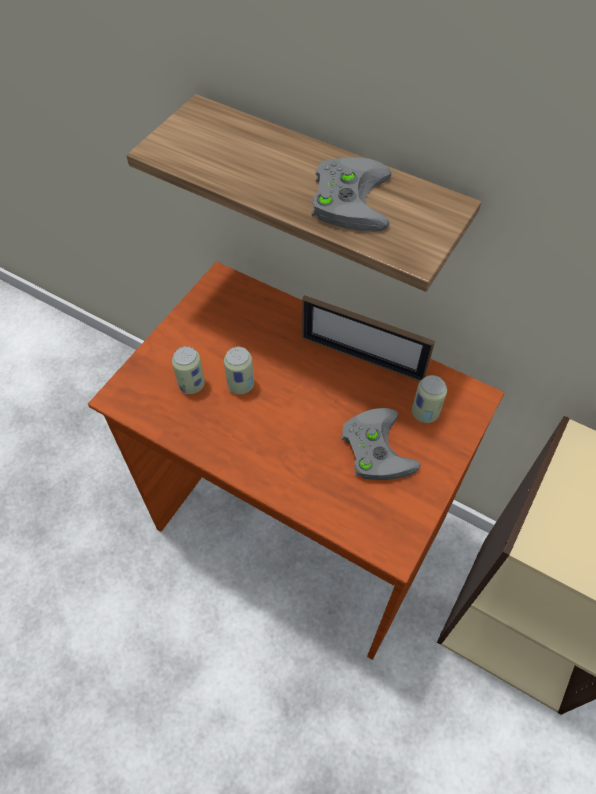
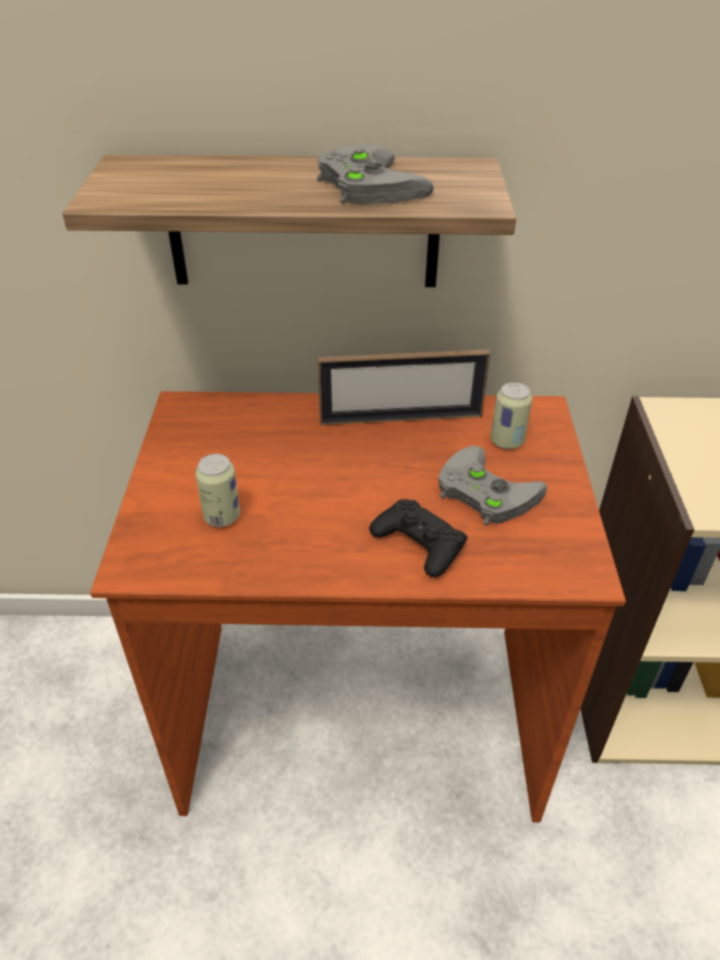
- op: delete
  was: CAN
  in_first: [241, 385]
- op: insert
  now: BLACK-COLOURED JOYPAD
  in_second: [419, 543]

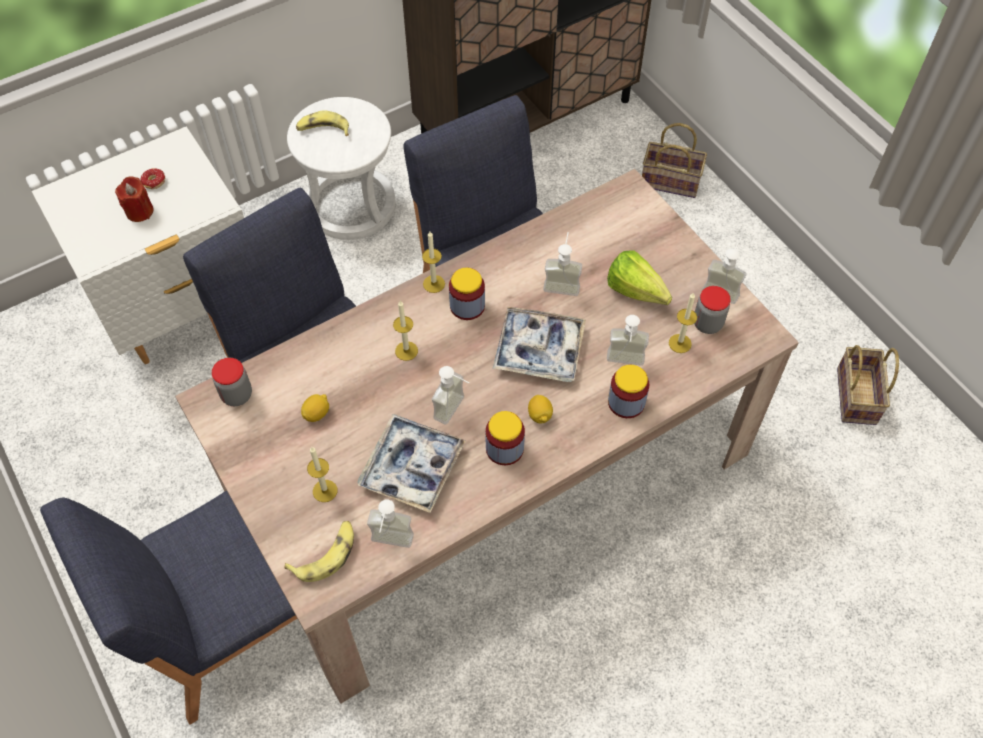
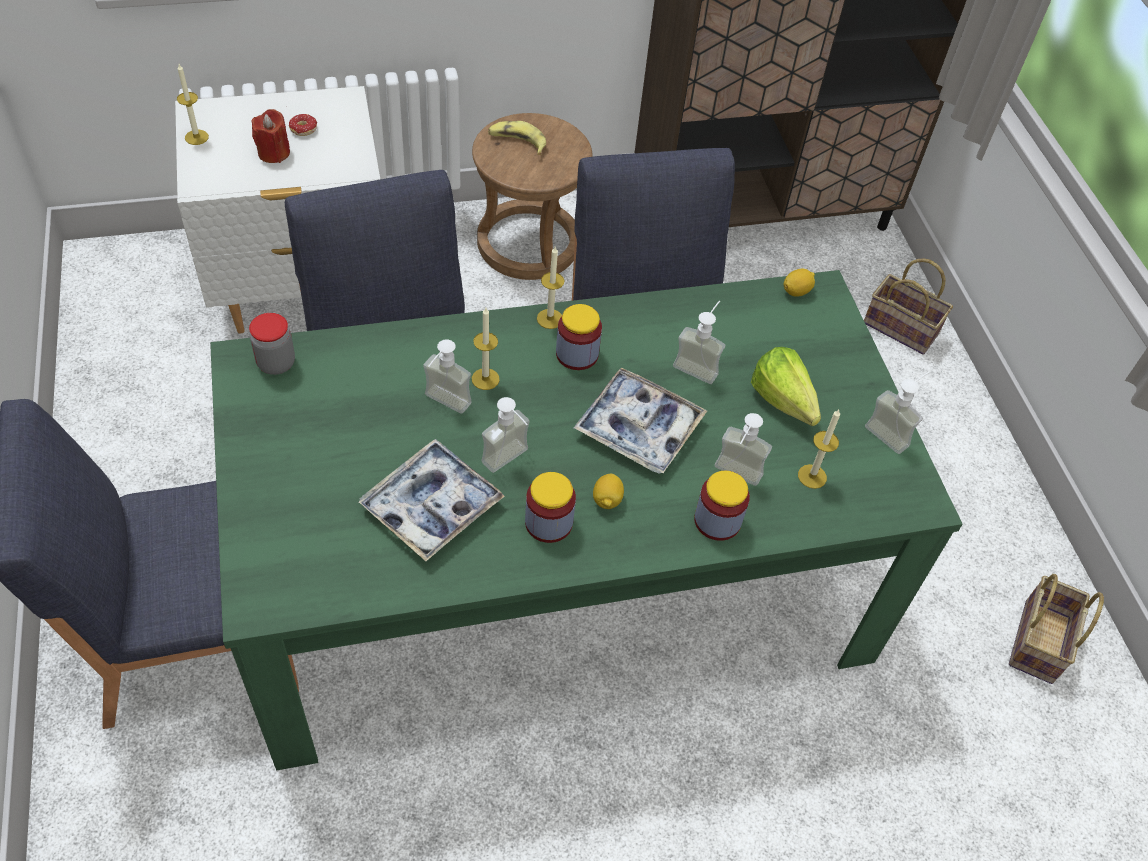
- op: recolor
  was: SAND-COLOURED DINING TABLE
  now: GREENISH DINING TABLE
  in_first: [492, 479]
  in_second: [558, 582]
- op: delete
  was: BANANA FRUIT
  in_first: [326, 554]
- op: recolor
  was: WHITISH STOOL SEAT
  now: BROWN-COLOURED STOOL SEAT
  in_first: [351, 205]
  in_second: [528, 243]
- op: move
  was: CITRUS FRUIT
  in_first: [317, 413]
  in_second: [796, 291]
- op: move
  was: WAX LIGHT
  in_first: [325, 491]
  in_second: [196, 137]
- op: move
  was: SOAP BOTTLE
  in_first: [390, 545]
  in_second: [442, 405]
- op: delete
  was: JAR
  in_first: [707, 324]

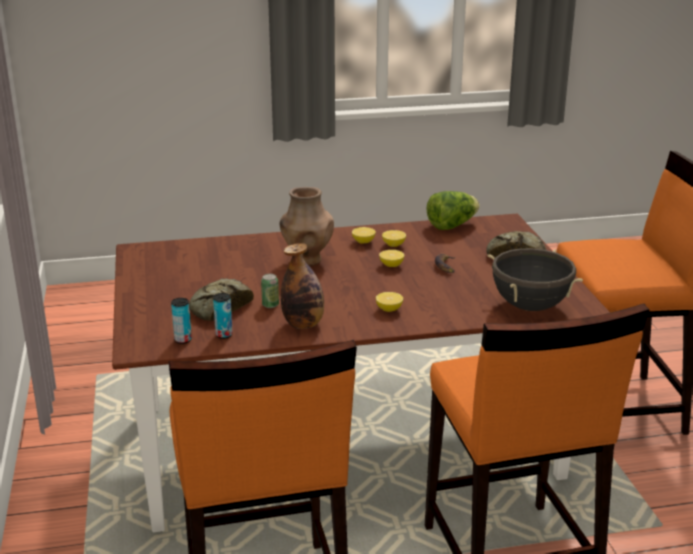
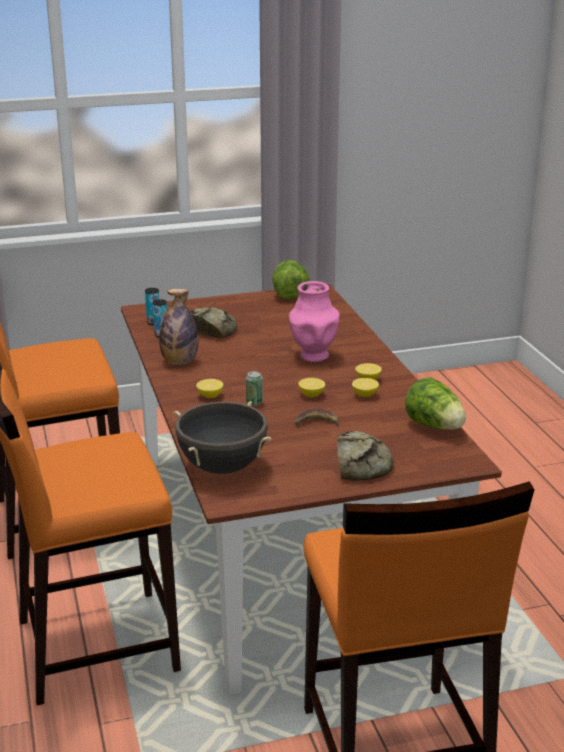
- op: move
  was: CAN
  in_first: [270, 305]
  in_second: [254, 402]
- op: recolor
  was: BROWN-COLOURED FLOWER VASE
  now: PINK FLOWER VASE
  in_first: [307, 260]
  in_second: [313, 356]
- op: insert
  now: LETTUCE
  in_second: [289, 294]

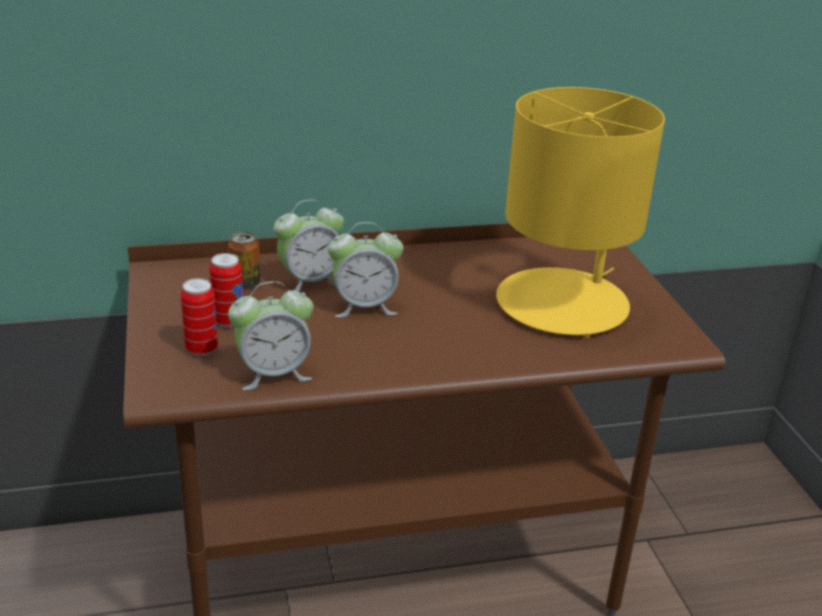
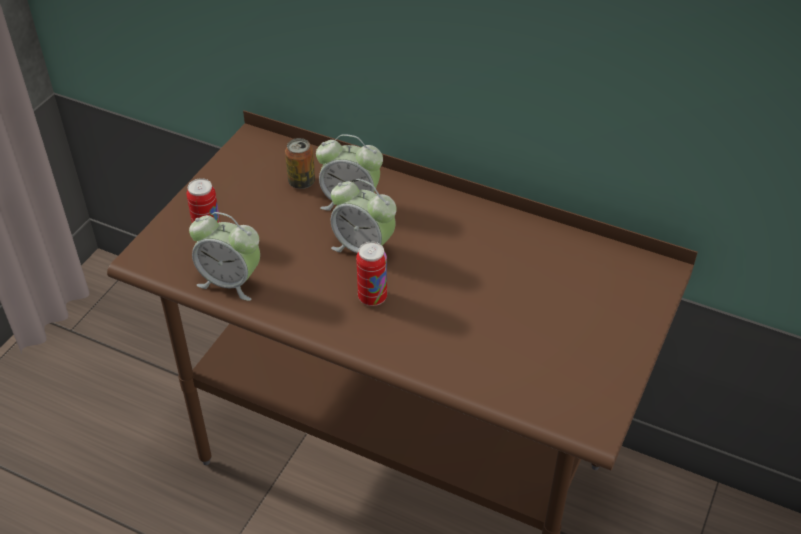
- op: move
  was: CAN
  in_first: [228, 321]
  in_second: [372, 297]
- op: delete
  was: YELLOWISH LAMP FOR A TABLE
  in_first: [563, 303]

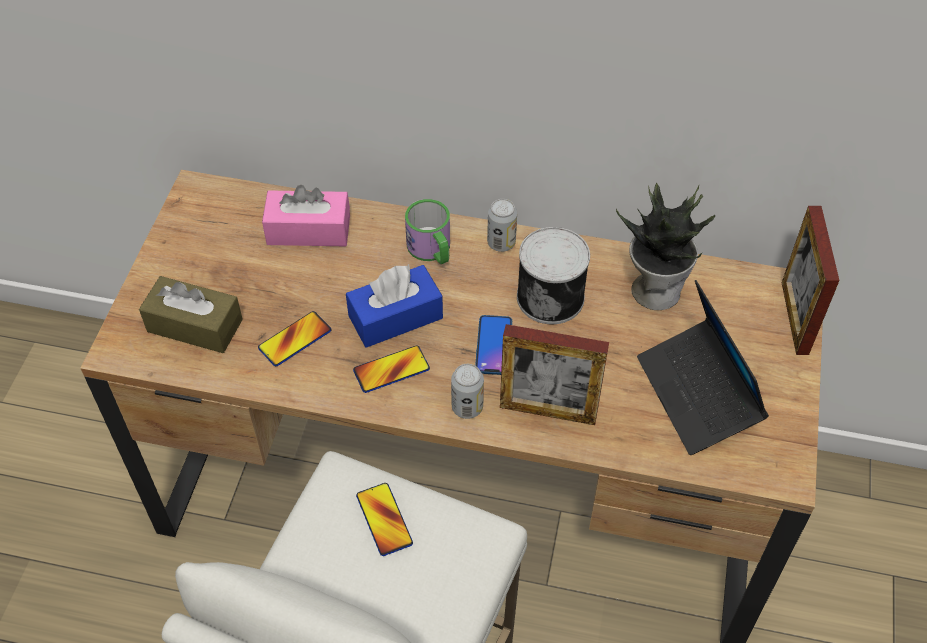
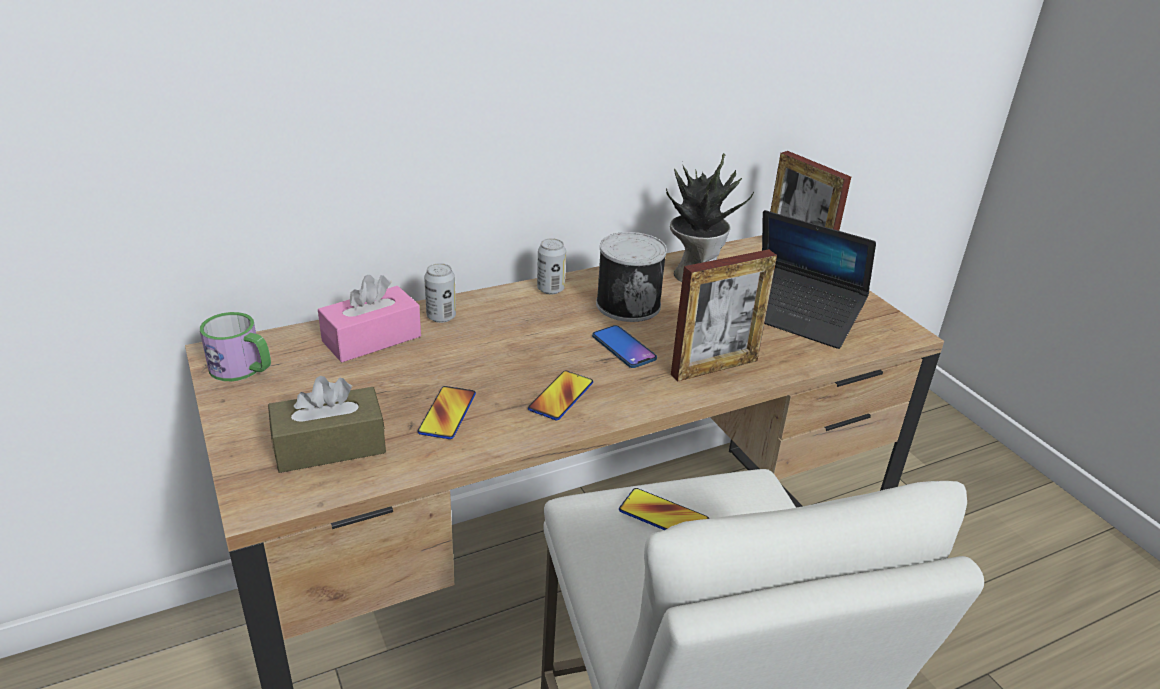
- op: delete
  was: BLUISH BOX OF TISSUES
  in_first: [395, 317]
- op: move
  was: COFFEE MUG
  in_first: [432, 250]
  in_second: [243, 369]
- op: move
  was: CAN
  in_first: [467, 407]
  in_second: [441, 317]

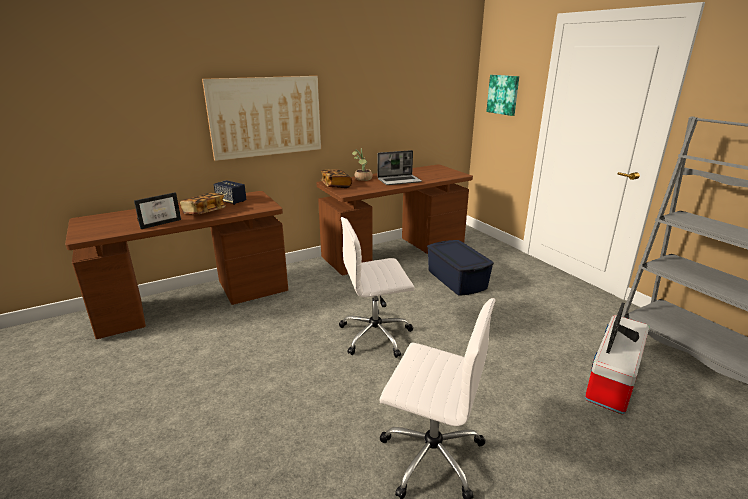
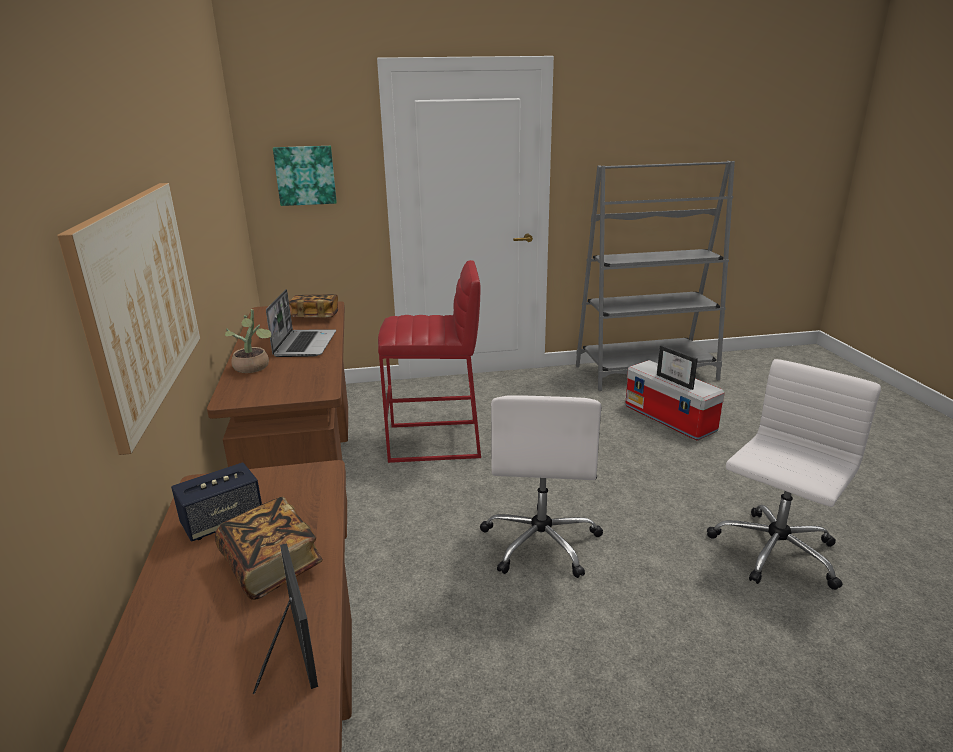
- op: move
  was: BOUND BOOK
  in_first: [336, 185]
  in_second: [315, 317]
- op: replace
  was: BLUISH STORAGE BOX
  now: RED-COLOURED STOOL SEAT
  in_first: [456, 279]
  in_second: [435, 442]

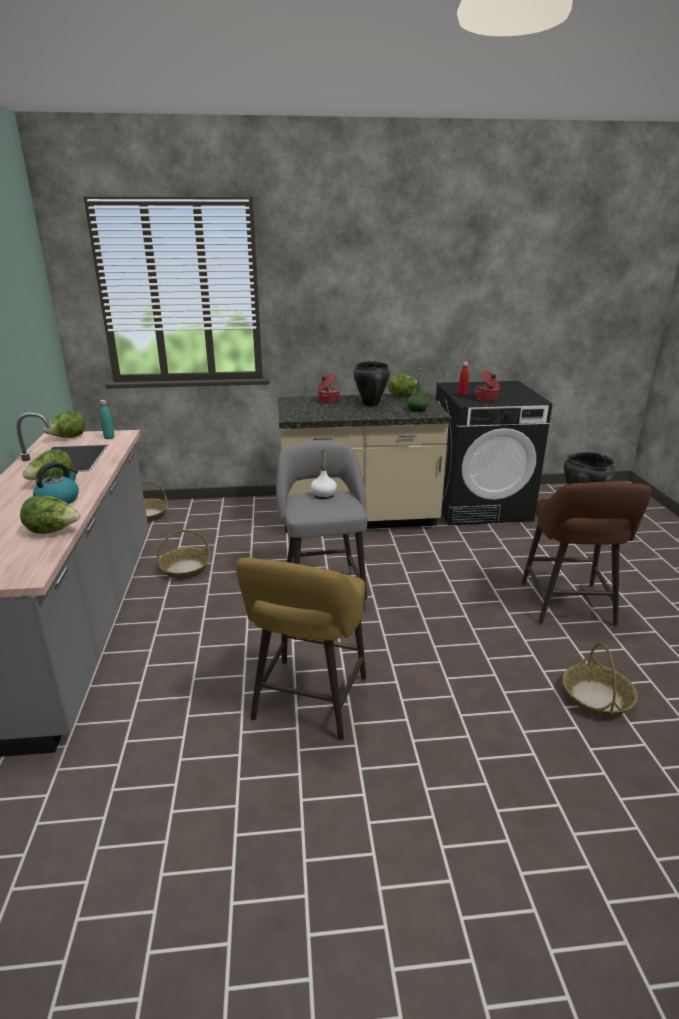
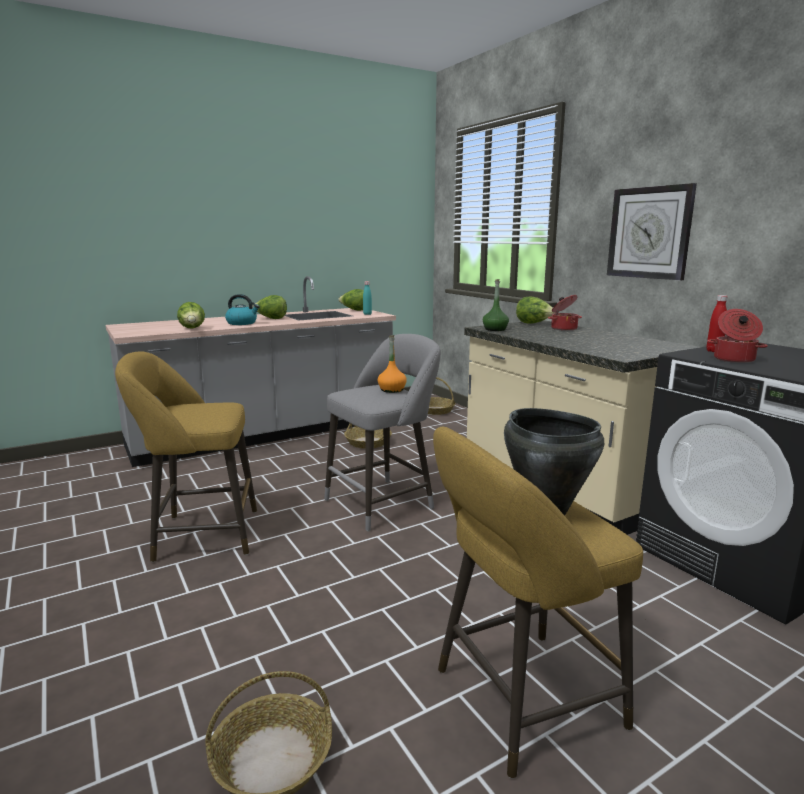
- op: recolor
  was: WHITISH BOTTLE
  now: ORANGEY BOTTLE
  in_first: [323, 495]
  in_second: [391, 390]
- op: delete
  was: BLACK-COLOURED SAUCEPOT
  in_first: [370, 404]
- op: move
  was: LETTUCE
  in_first: [402, 395]
  in_second: [533, 324]
- op: move
  was: GREENISH BOTTLE
  in_first: [417, 409]
  in_second: [495, 329]
- op: recolor
  was: BROWN-COLOURED STOOL SEAT
  now: YELLOWISH STOOL SEAT
  in_first: [568, 607]
  in_second: [519, 701]
- op: insert
  now: HANGING CLOCK
  in_second: [649, 233]

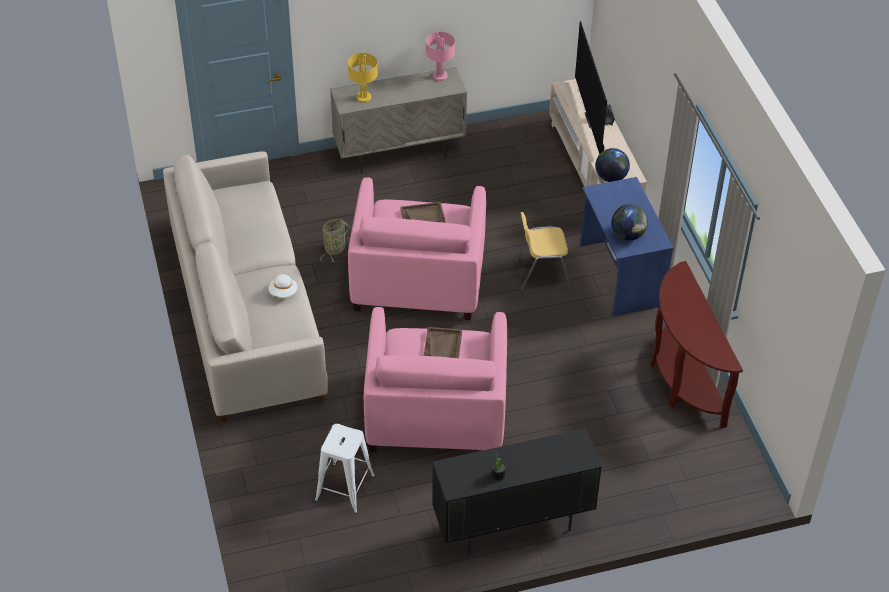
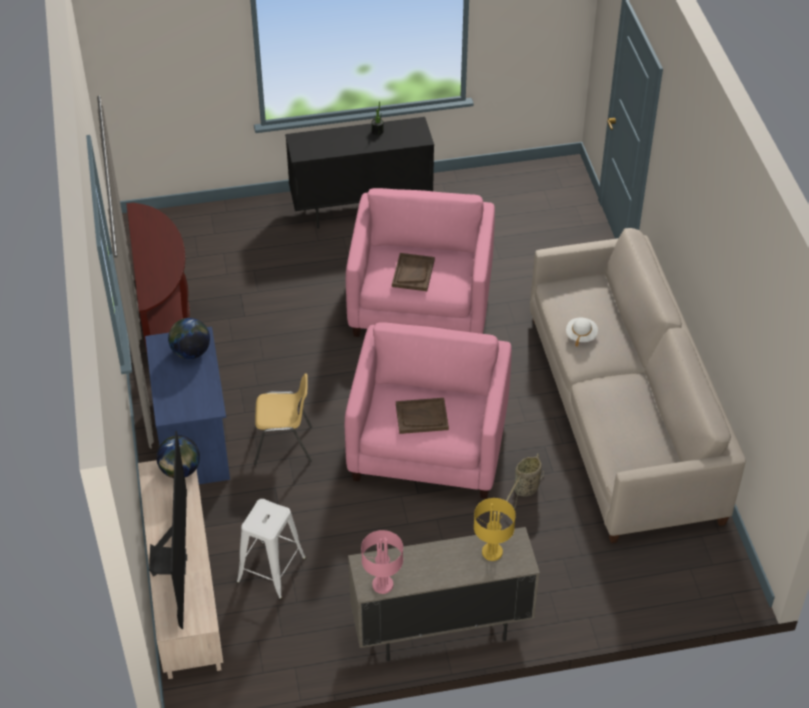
- op: move
  was: WHITISH STOOL SEAT
  in_first: [345, 488]
  in_second: [271, 570]

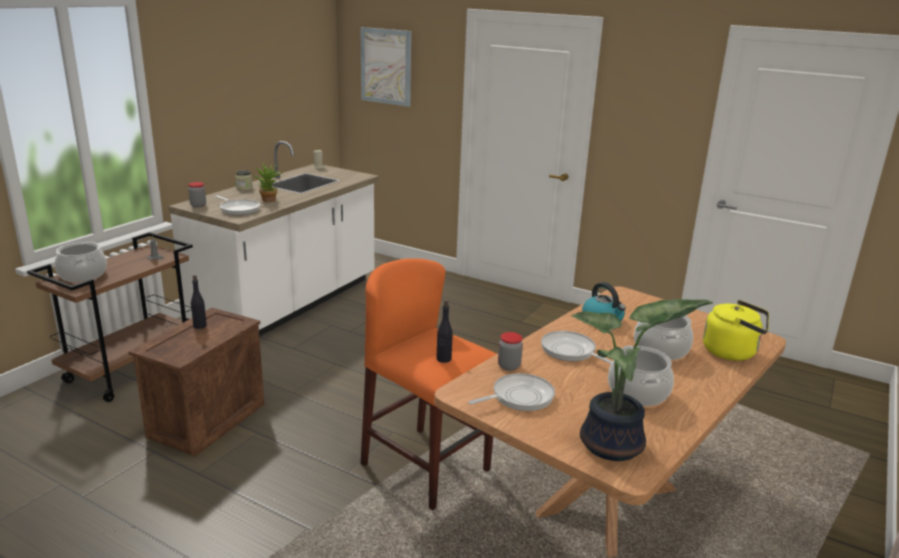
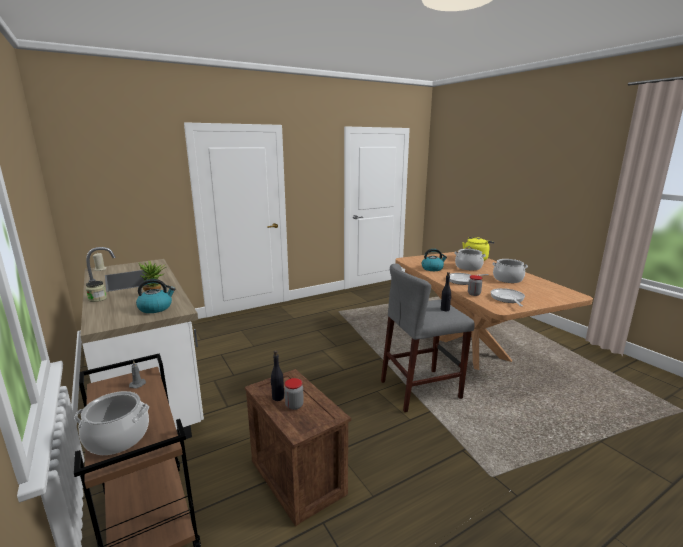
- op: move
  was: JAR
  in_first: [198, 205]
  in_second: [294, 405]
- op: replace
  was: PAN
  now: WATER KETTLE
  in_first: [238, 209]
  in_second: [156, 308]
- op: delete
  was: WALL ART
  in_first: [386, 66]
- op: recolor
  was: ORANGEY STOOL SEAT
  now: GRAY STOOL SEAT
  in_first: [425, 467]
  in_second: [420, 390]
- op: delete
  was: POTTED PLANT
  in_first: [615, 447]

